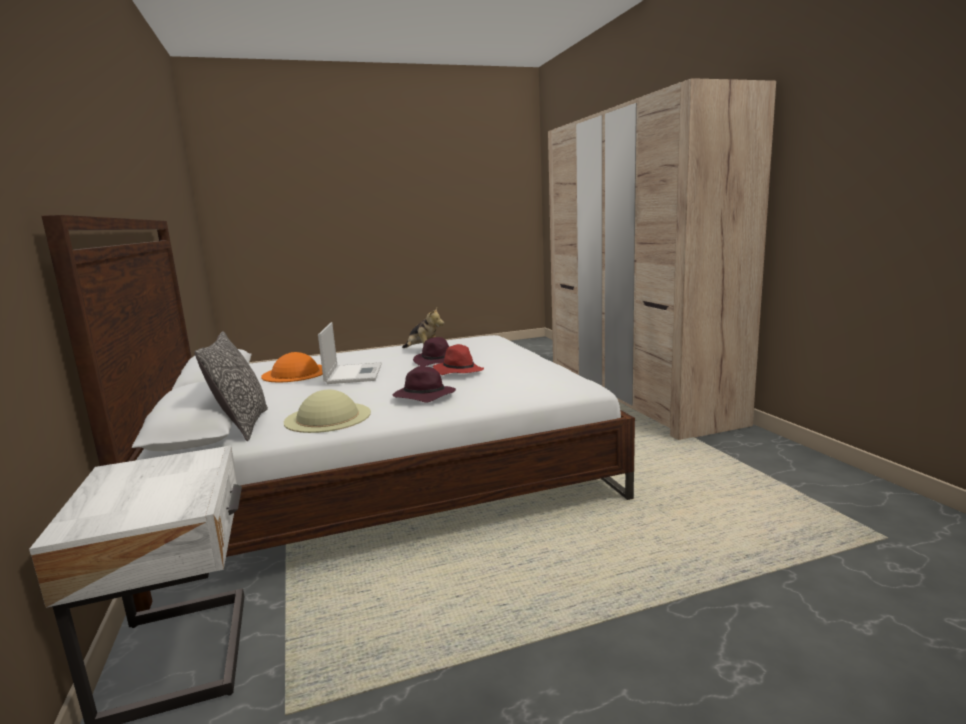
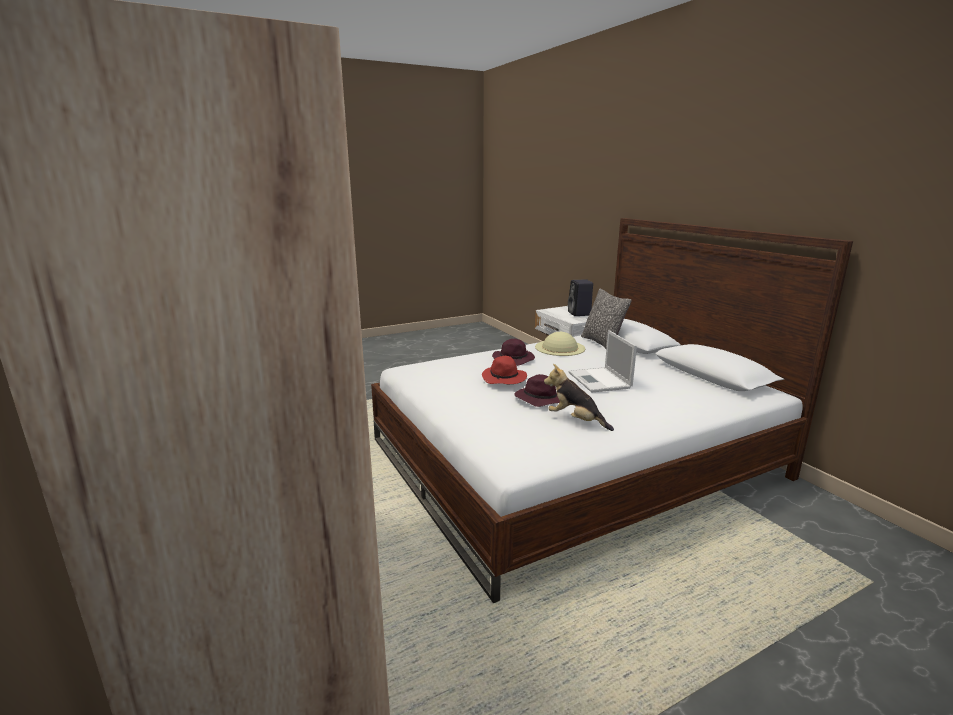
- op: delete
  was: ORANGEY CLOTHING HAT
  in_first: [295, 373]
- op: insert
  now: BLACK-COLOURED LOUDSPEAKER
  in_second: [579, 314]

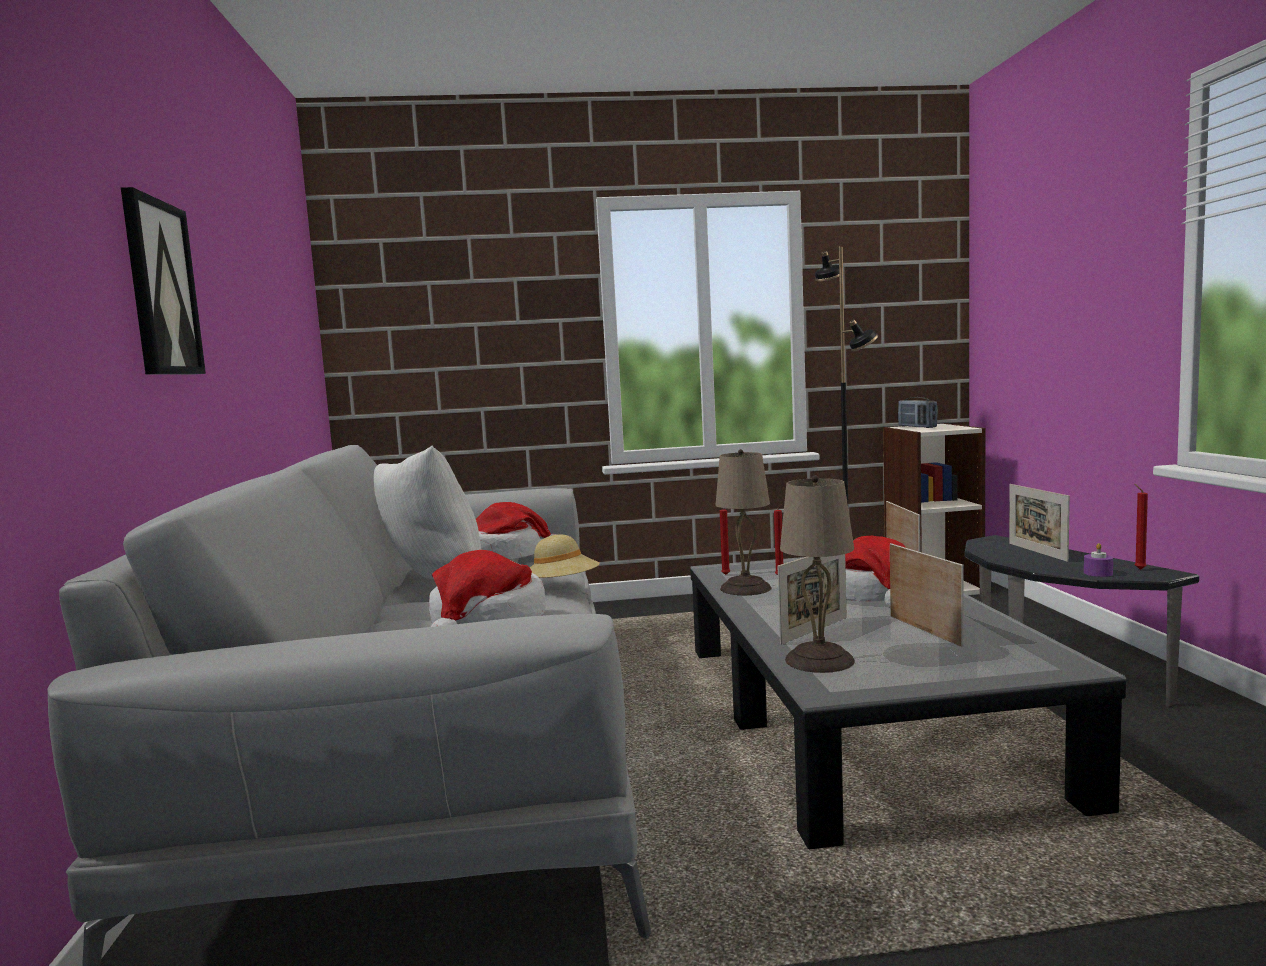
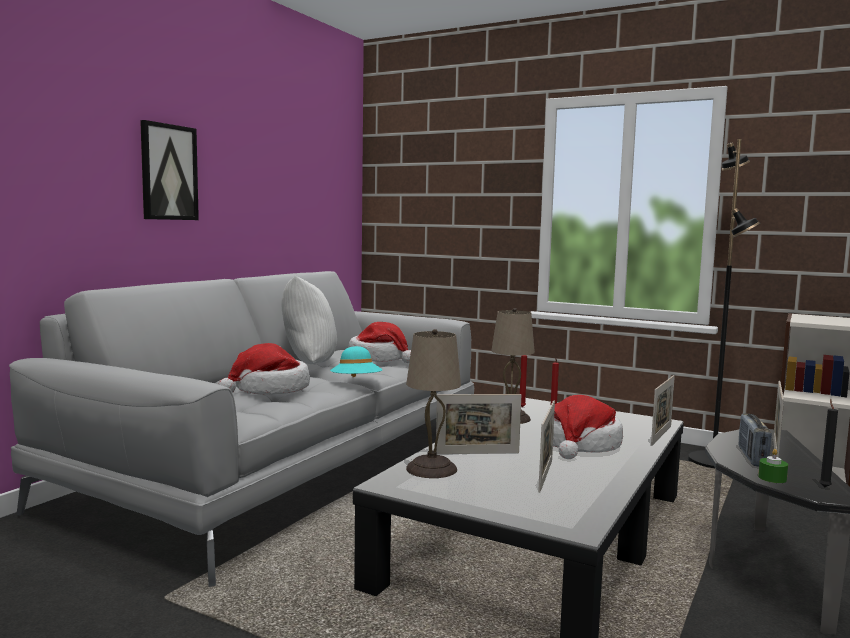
- op: recolor
  was: SAND-COLOURED CLOTHING HAT
  now: TURQUOISE-COLOURED CLOTHING HAT
  in_first: [562, 587]
  in_second: [356, 383]
- op: move
  was: RADIO RECEIVER
  in_first: [917, 427]
  in_second: [752, 457]
- op: recolor
  was: PURPLE WAX LIGHT
  now: GREENISH WAX LIGHT
  in_first: [1098, 573]
  in_second: [772, 478]
- op: recolor
  was: RED-COLOURED WAX LIGHT
  now: BLACK-COLOURED WAX LIGHT
  in_first: [1138, 569]
  in_second: [824, 486]

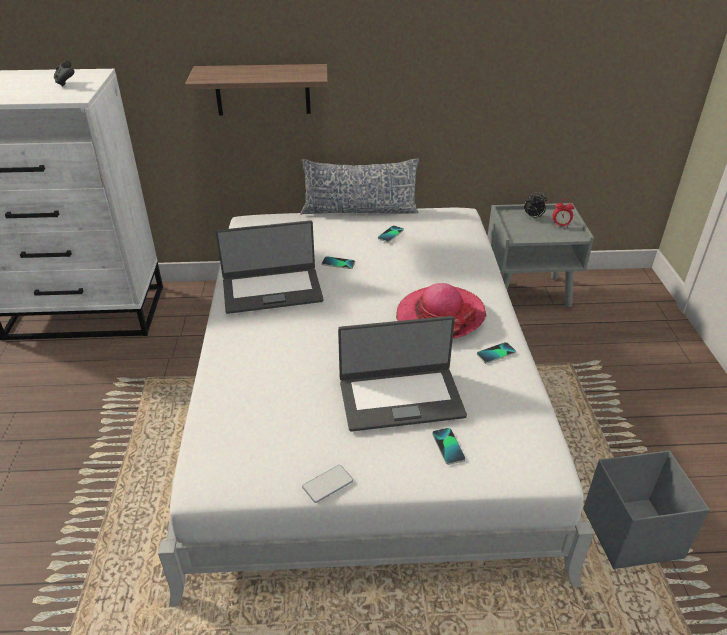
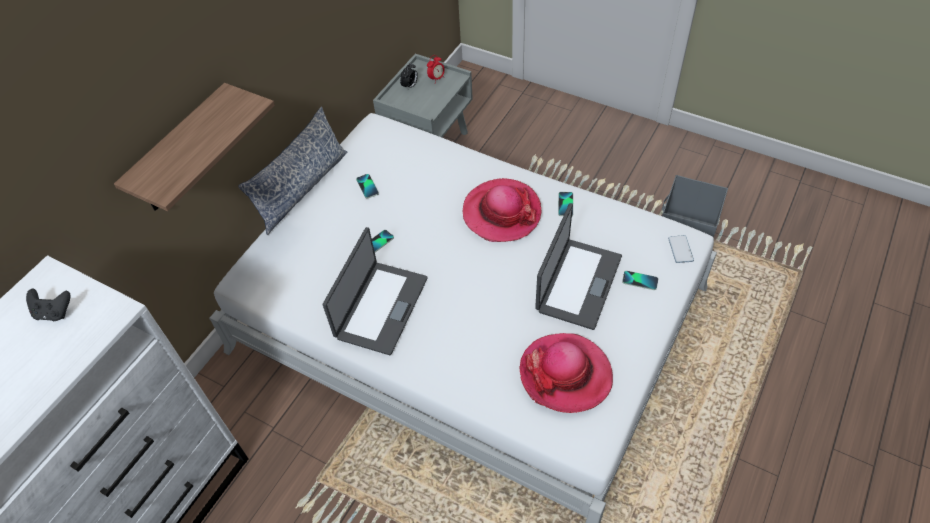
- op: move
  was: PHONE
  in_first: [327, 484]
  in_second: [680, 249]
- op: insert
  now: CLOTHING HAT
  in_second: [565, 374]

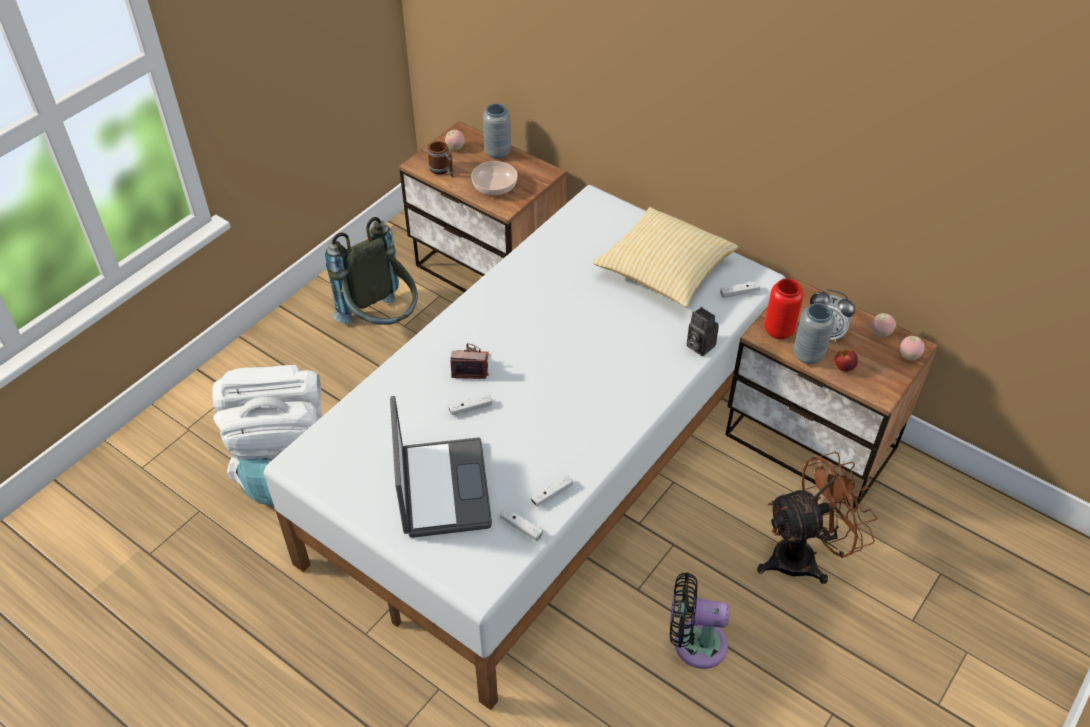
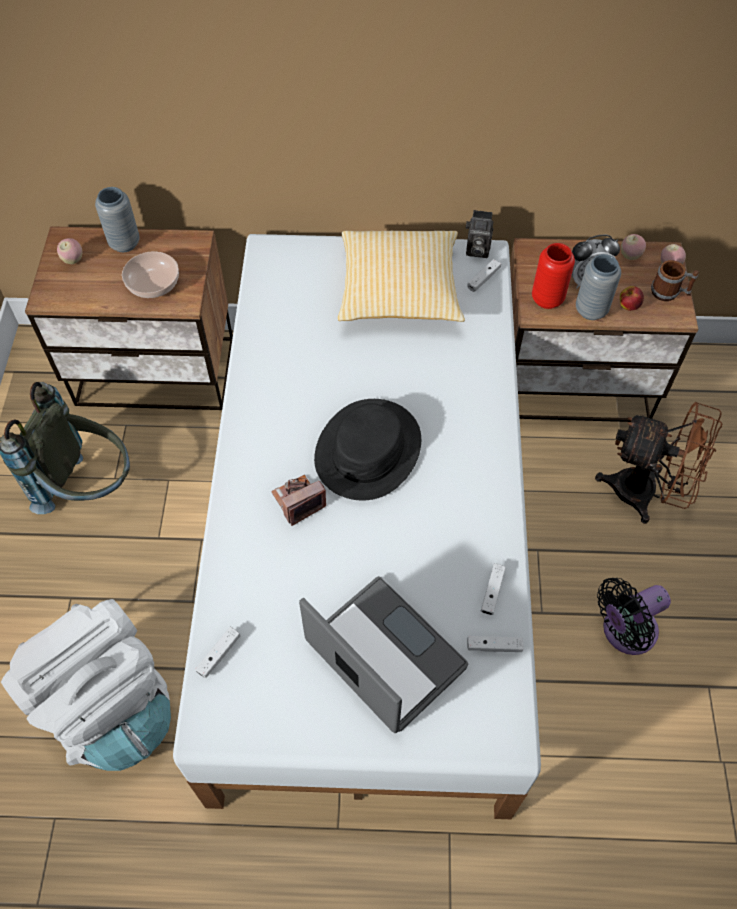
- op: move
  was: COFFEE MUG
  in_first: [442, 170]
  in_second: [669, 293]
- op: move
  was: WHITISH JOYPAD
  in_first: [470, 408]
  in_second: [219, 654]
- op: move
  was: STILL CAMERA
  in_first: [698, 346]
  in_second: [476, 250]
- op: rotate
  was: BROWN-COLOURED FAN
  in_first: [804, 556]
  in_second: [646, 493]
  clockwise: 75
- op: insert
  now: BLACK-COLOURED CLOTHING HAT
  in_second: [368, 450]

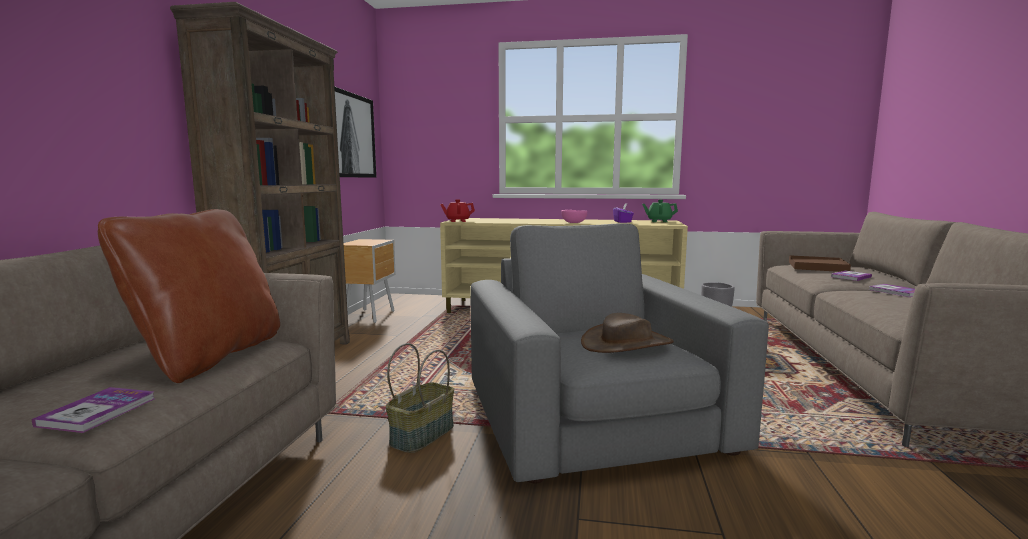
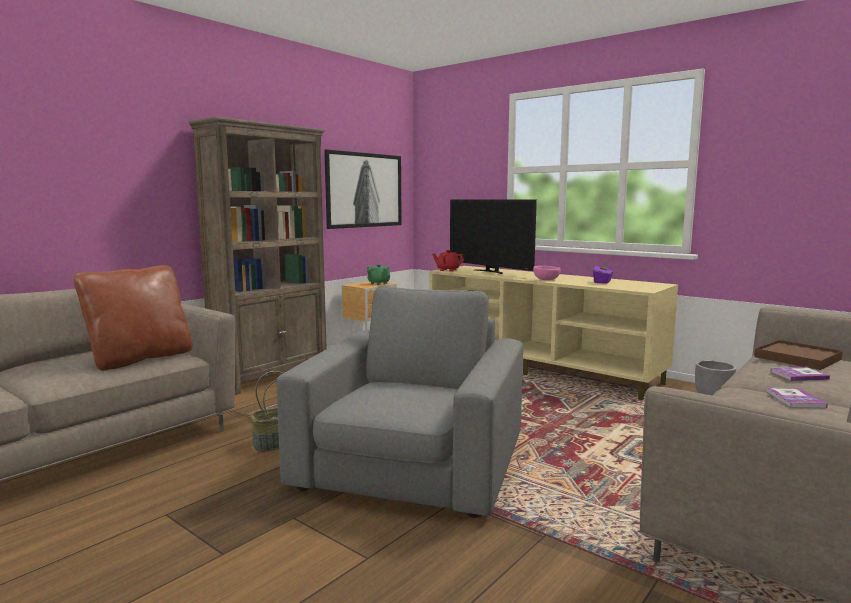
- op: delete
  was: BOUND BOOK
  in_first: [98, 411]
- op: delete
  was: BROWN-COLOURED CLOTHING HAT
  in_first: [627, 343]
- op: move
  was: GREENISH TEA POT
  in_first: [659, 221]
  in_second: [378, 283]
- op: insert
  now: TELEVISION
  in_second: [490, 271]

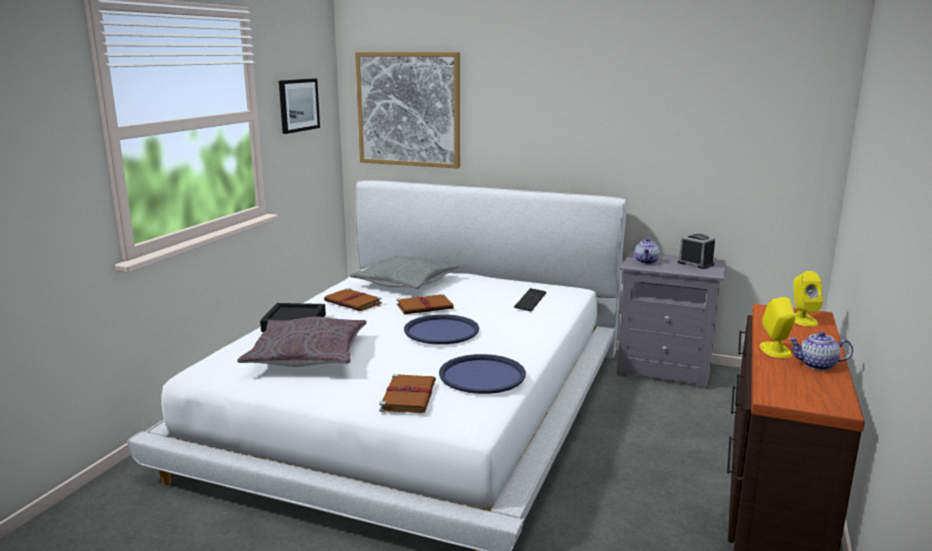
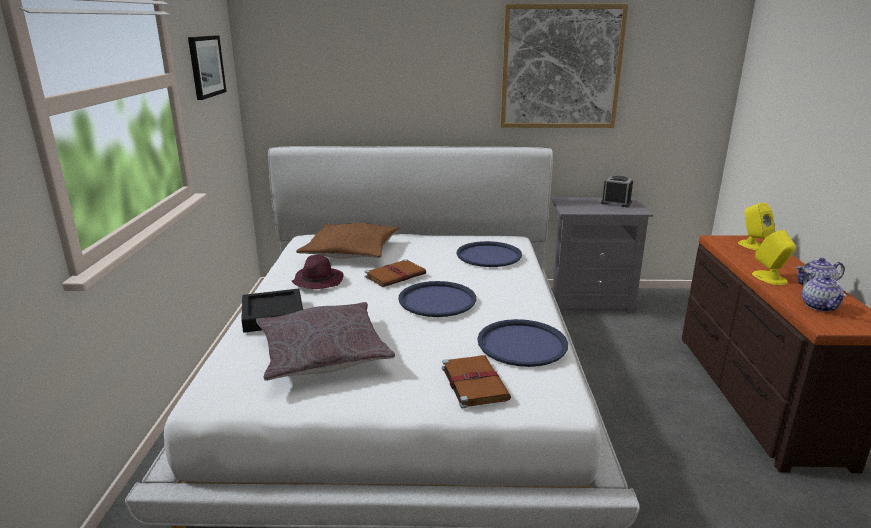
- op: replace
  was: BROWN-COLOURED BOUND BOOK
  now: PURPLE CLOTHING HAT
  in_first: [354, 302]
  in_second: [317, 281]
- op: recolor
  was: GRAY CUSHION
  now: BROWN-COLOURED CUSHION
  in_first: [406, 283]
  in_second: [351, 251]
- op: move
  was: WALL ART
  in_first: [408, 109]
  in_second: [560, 67]
- op: replace
  was: COMPUTER KEYBOARD
  now: BLUISH CARRYING TRAY
  in_first: [530, 301]
  in_second: [488, 255]
- op: move
  was: TEA POT
  in_first: [646, 261]
  in_second: [819, 306]

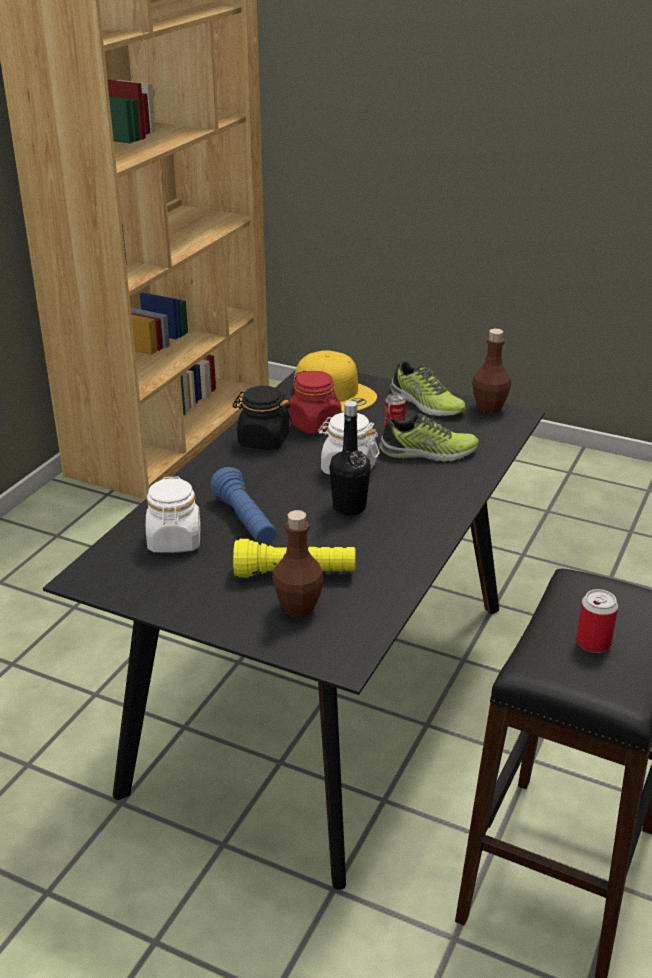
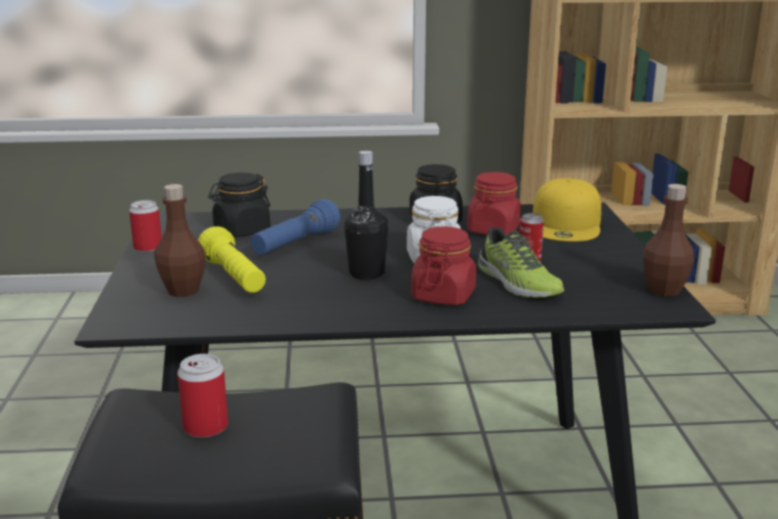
- op: recolor
  was: WHITISH JAR
  now: BLACK-COLOURED JAR
  in_first: [175, 541]
  in_second: [241, 231]
- op: delete
  was: SHOE
  in_first: [425, 403]
- op: insert
  now: CAN
  in_second: [148, 247]
- op: insert
  now: RED-COLOURED JAR
  in_second: [443, 295]

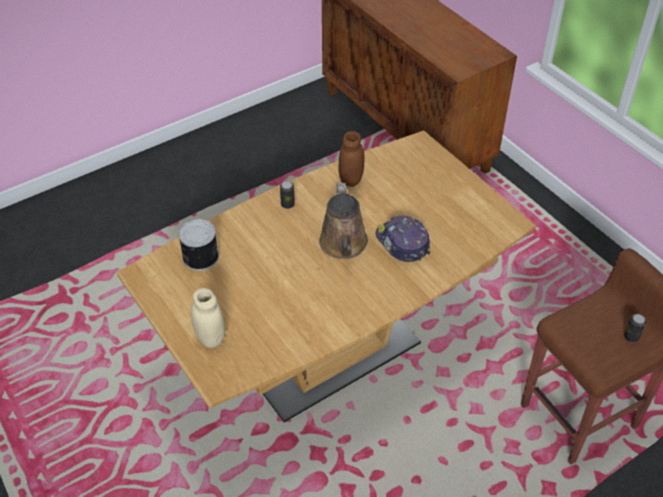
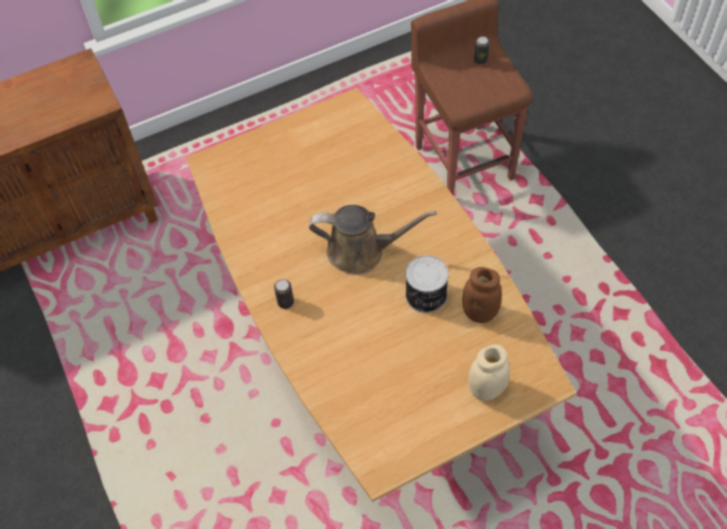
- op: move
  was: CAN
  in_first: [199, 257]
  in_second: [426, 296]
- op: move
  was: BROWN-COLOURED JAR
  in_first: [351, 179]
  in_second: [479, 313]
- op: delete
  was: CAP
  in_first: [402, 243]

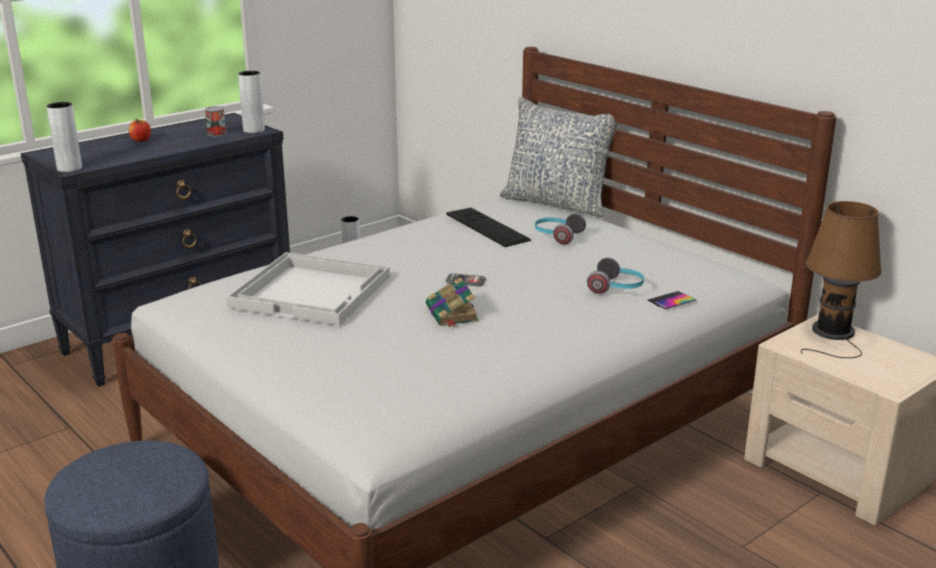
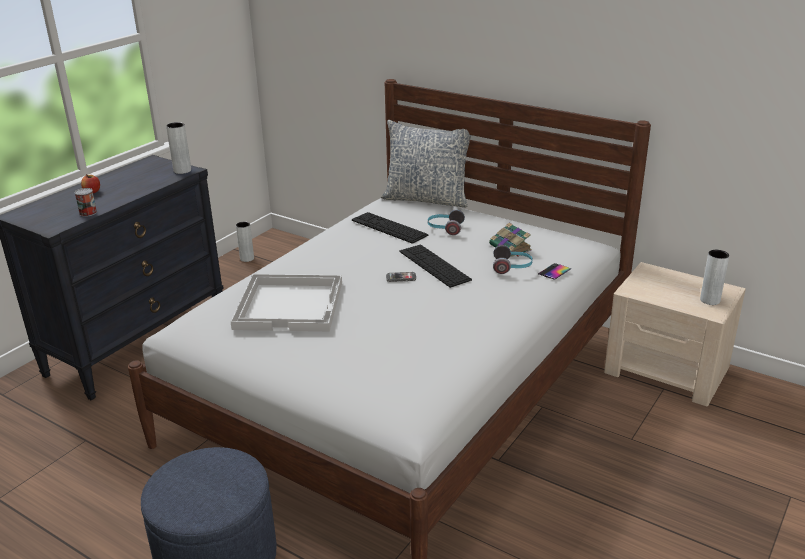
- op: move
  was: GRAY FLOWER VASE
  in_first: [69, 168]
  in_second: [710, 300]
- op: move
  was: CAN
  in_first: [216, 133]
  in_second: [88, 213]
- op: move
  was: BOUND BOOK
  in_first: [452, 314]
  in_second: [510, 248]
- op: delete
  was: BROWN-COLOURED LAMP FOR A TABLE
  in_first: [833, 333]
- op: insert
  now: COMPUTER KEYBOARD
  in_second: [434, 265]

